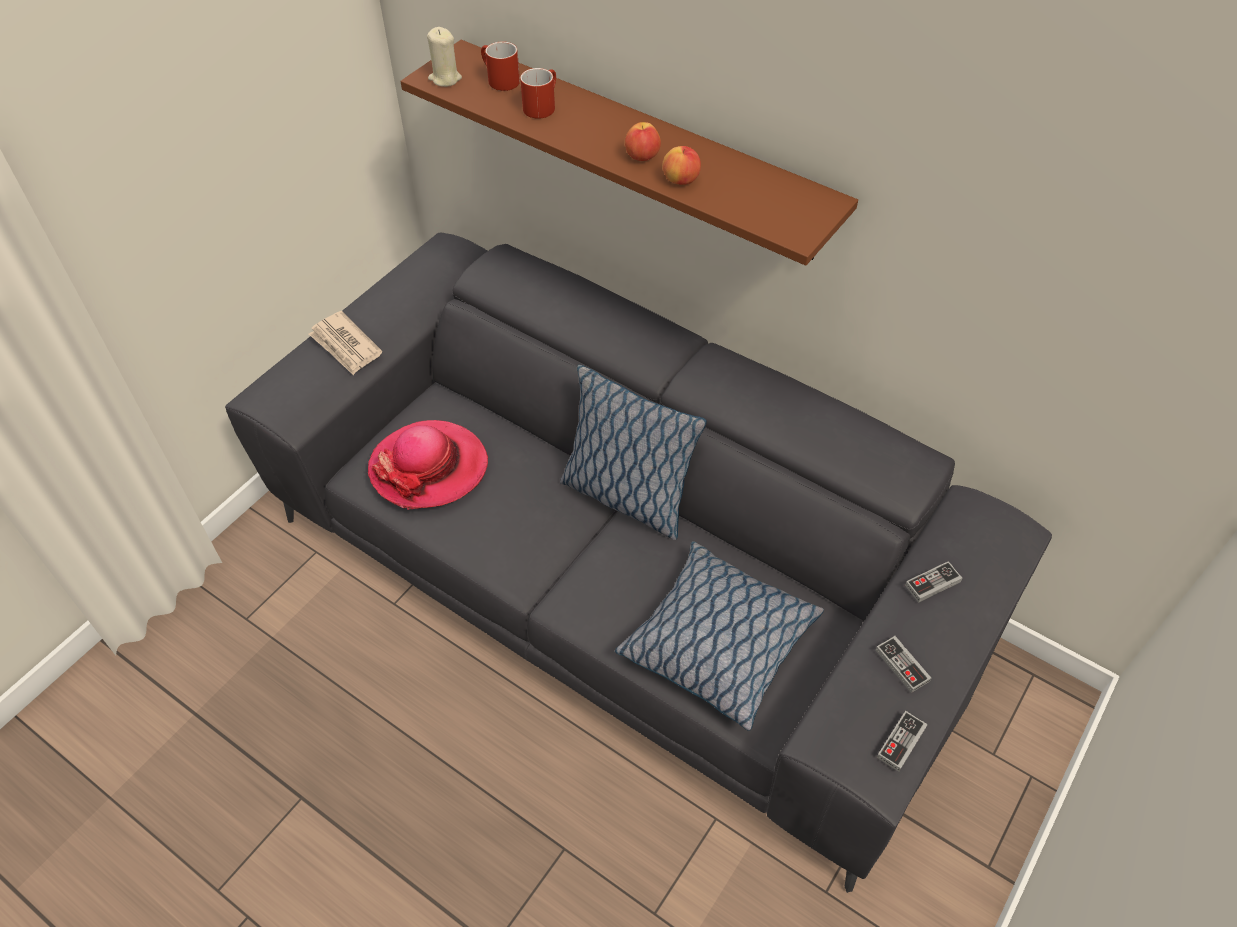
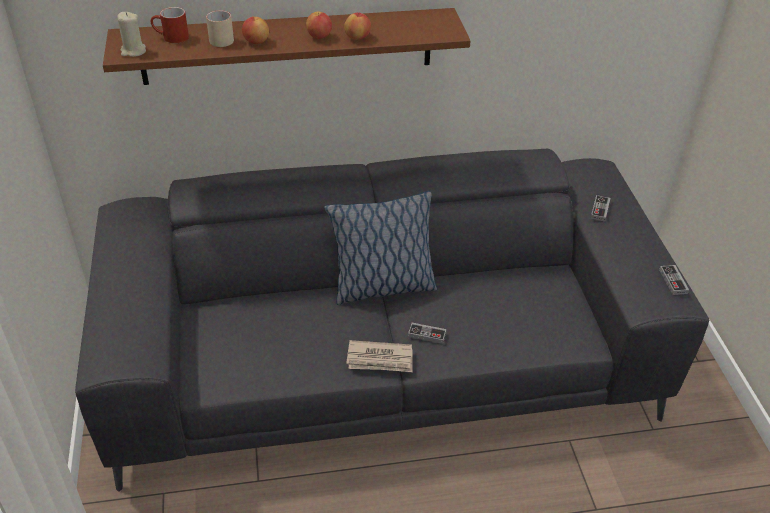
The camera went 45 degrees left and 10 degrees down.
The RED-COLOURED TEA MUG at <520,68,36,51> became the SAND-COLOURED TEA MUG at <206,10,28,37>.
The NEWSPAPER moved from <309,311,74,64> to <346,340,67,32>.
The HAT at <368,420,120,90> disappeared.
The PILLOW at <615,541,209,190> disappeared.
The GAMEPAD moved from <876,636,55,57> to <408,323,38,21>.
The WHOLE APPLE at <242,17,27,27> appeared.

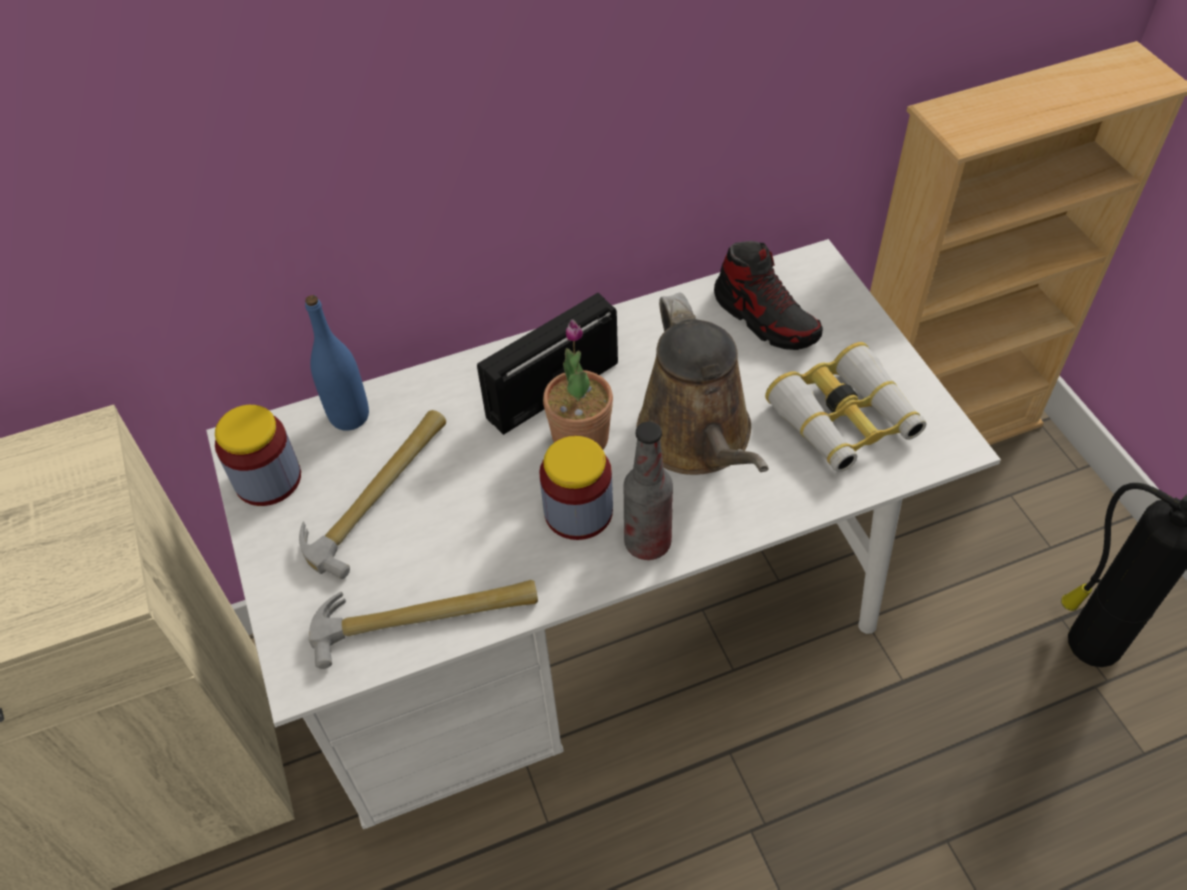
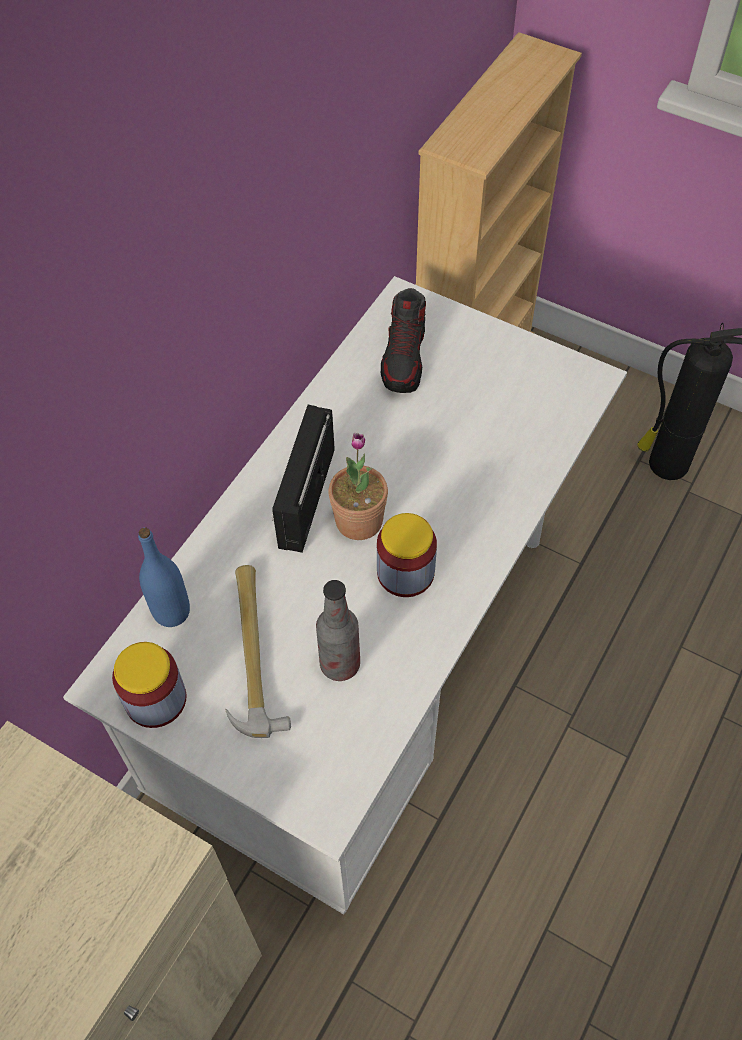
The camera went 40 degrees left and 5 degrees up.
The ITEM OF FOOTWEAR at <714,241,109,109> turned 90 degrees clockwise.
The BROWN SPRINKLING CAN at <636,292,133,183> disappeared.
The PAIR OF BINOCULARS at <765,342,162,130> disappeared.
The DRINK BOTTLE moved from <624,422,49,138> to <316,580,44,101>.
The HAMMER at <309,580,229,89> disappeared.

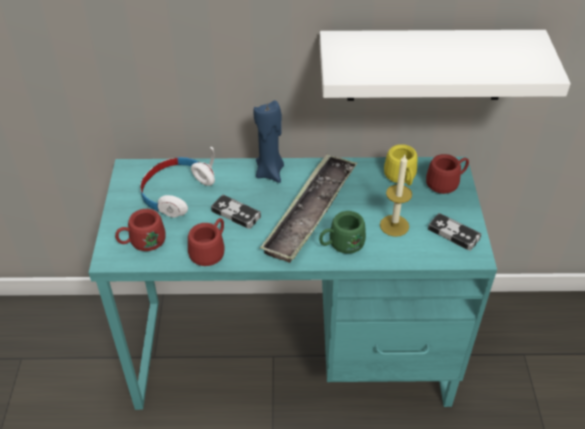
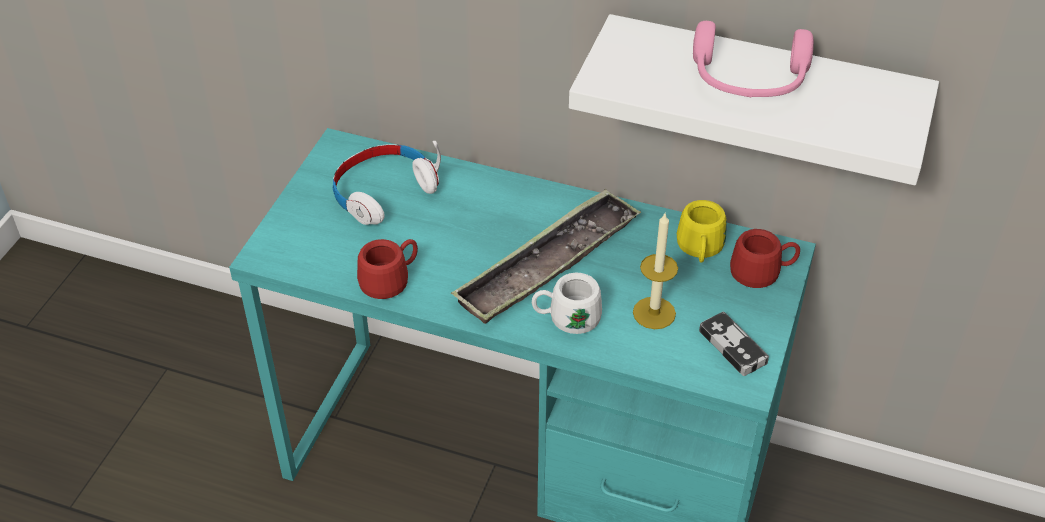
The camera went 20 degrees right and 0 degrees up.
The BLUE-COLOURED WAX CANDLE at <254,100,30,83> disappeared.
The GAMEPAD at <211,195,50,34> disappeared.
The RED-COLOURED TEA MUG at <115,209,51,42> disappeared.
The GREEN-COLOURED TEA MUG at <319,211,47,43> became the WHITE TEA MUG at <532,273,70,61>.
The PINK-COLOURED HEADSET at <693,21,121,76> appeared.

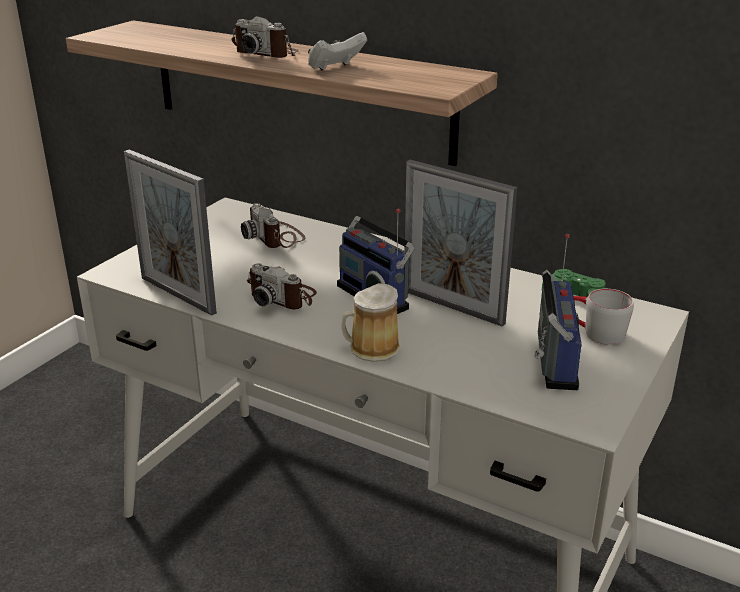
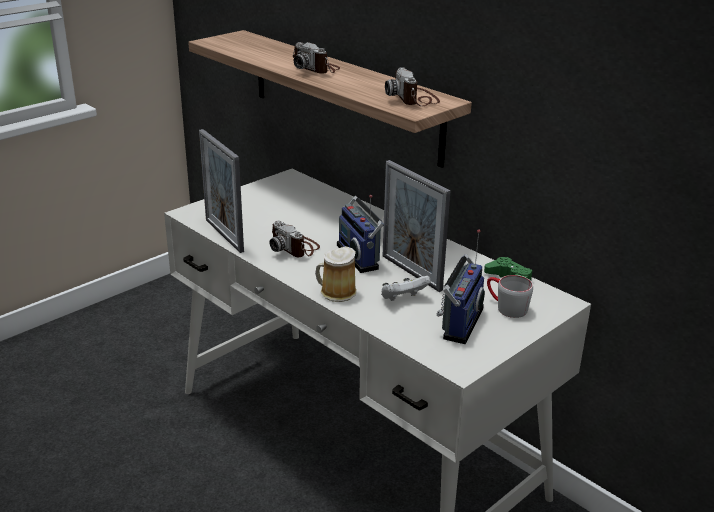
The camera went 15 degrees right and 0 degrees up.
The WHITE GAMEPAD moved from <308,32,59,39> to <381,276,50,25>.
The STILL CAMERA moved from <241,203,64,45> to <385,67,55,39>.

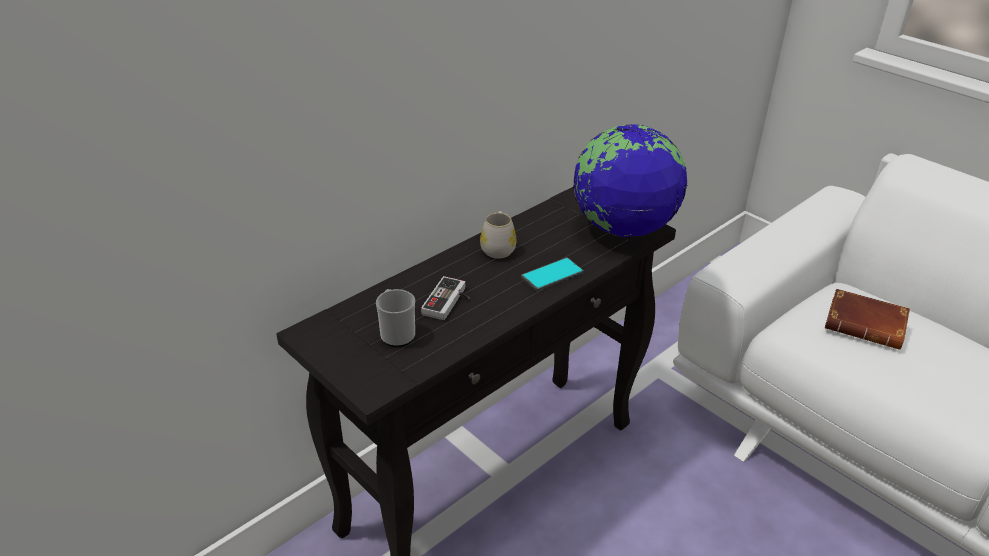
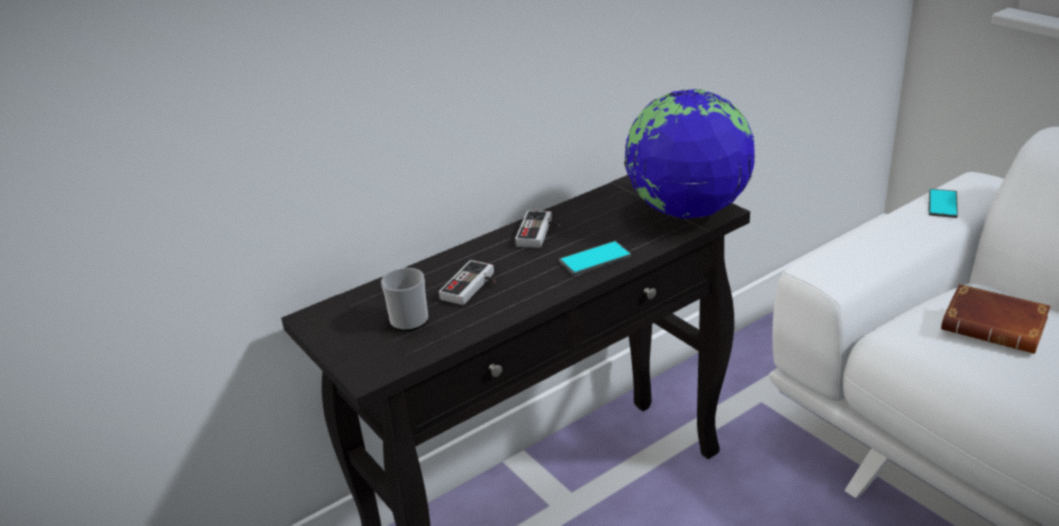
The camera went 10 degrees right and 5 degrees down.
The WHITE TEA MUG at <480,211,36,48> was replaced by the GAMEPAD at <515,211,46,37>.
The TELEPHONE at <928,189,30,29> appeared.

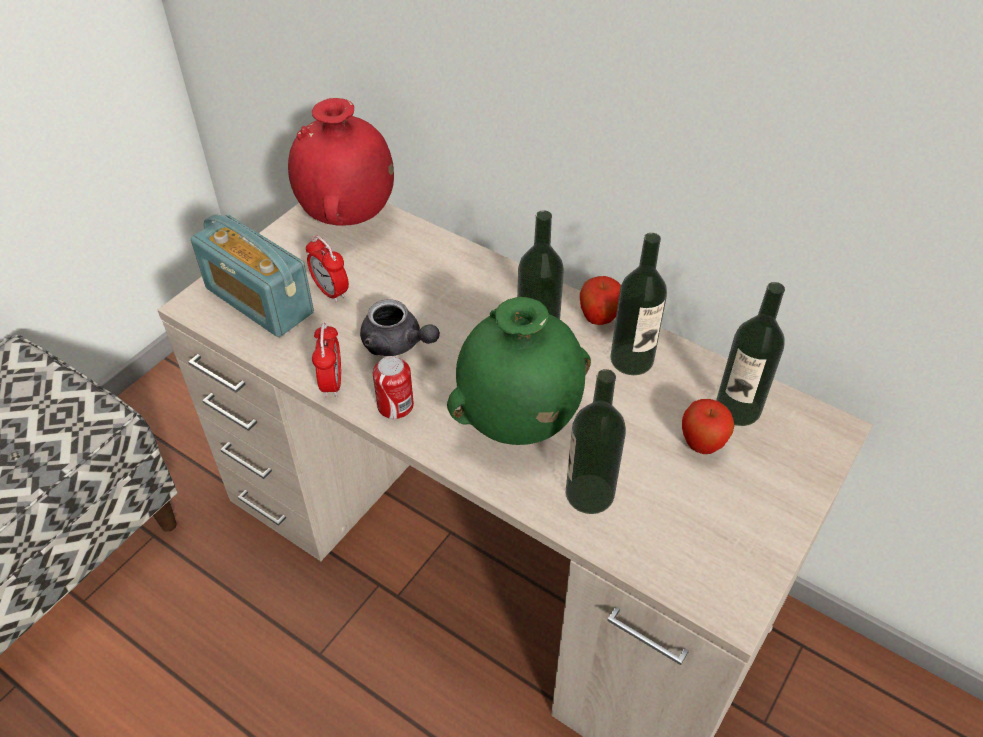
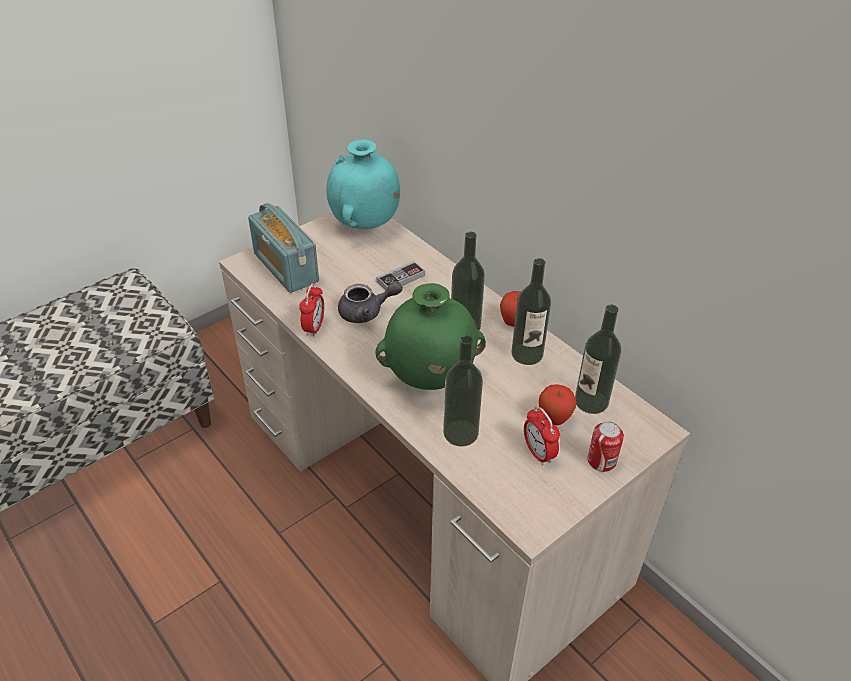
The camera went 15 degrees right and 5 degrees down.
The RED-COLOURED DECORATIVE VASE at <288,98,106,128> became the BLUE-GREEN DECORATIVE VASE at <327,139,73,90>.
The TABLE CLOCK moved from <306,235,43,68> to <524,407,36,58>.
The GREY TEA POT at <360,299,80,57> turned 60 degrees counterclockwise.
The CAN moved from <373,356,41,63> to <587,421,37,51>.
The GAMEPAD at <377,261,48,30> appeared.

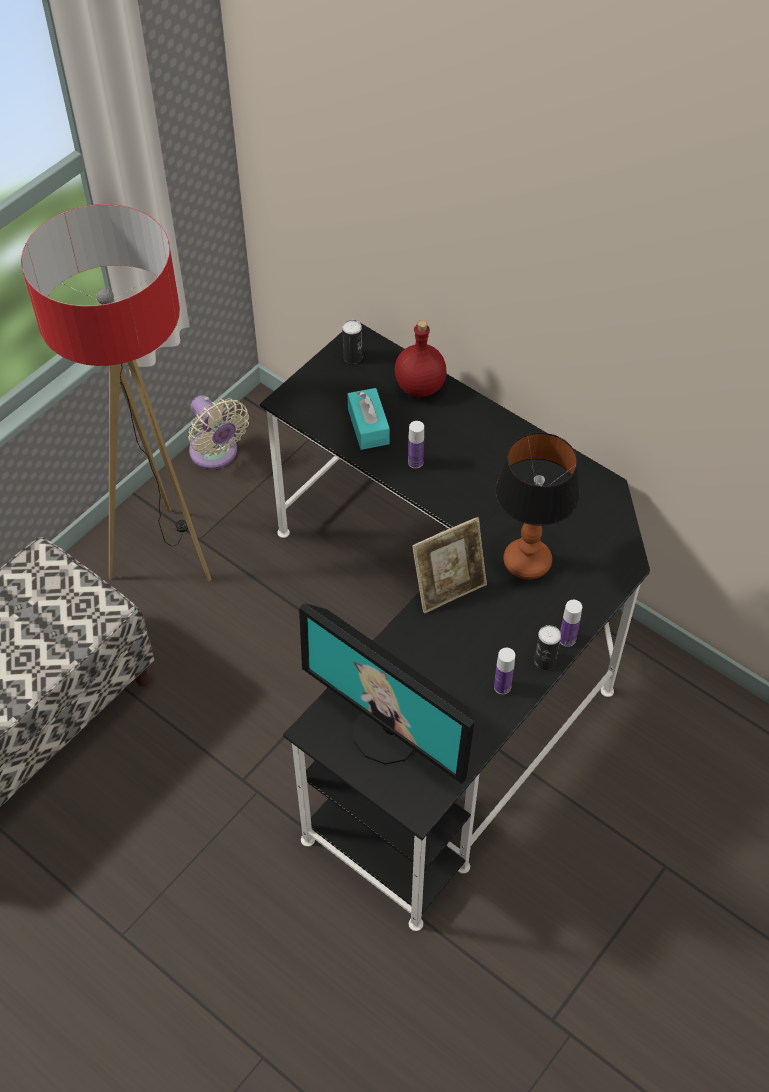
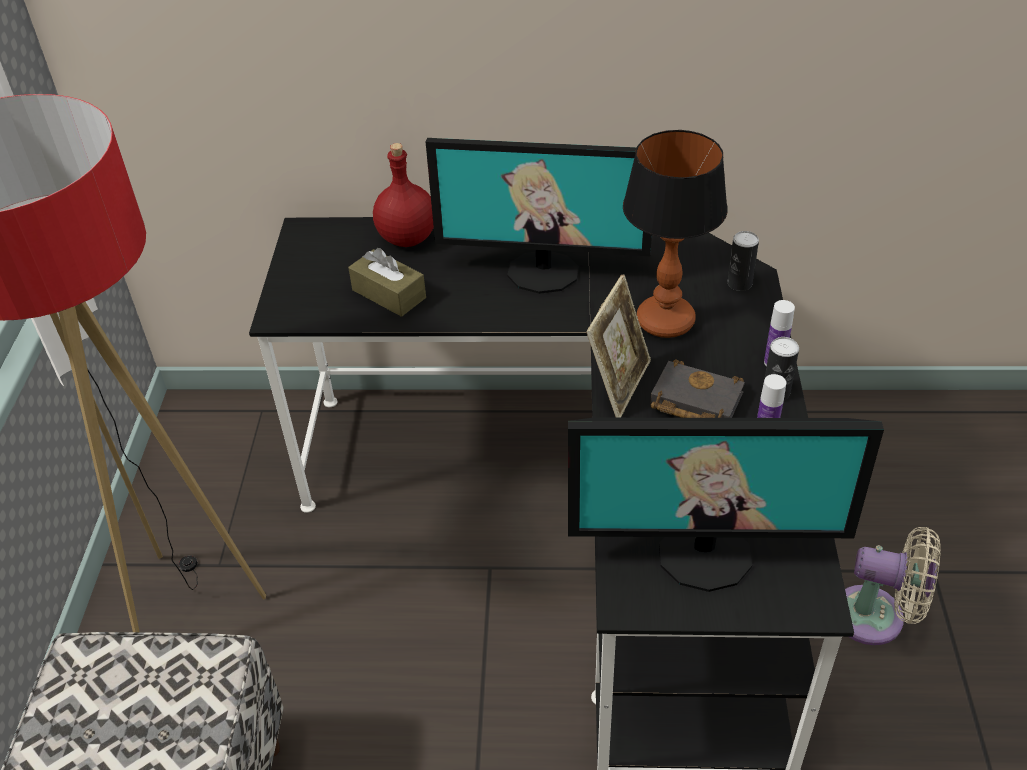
The camera went 35 degrees left and 10 degrees down.
The CAN moved from <342,320,20,44> to <727,231,32,60>.
The BLUE-GREEN BOX OF TISSUES at <347,388,43,62> became the BROWN BOX OF TISSUES at <348,248,78,69>.
The SAND-COLOURED FAN moved from <188,395,61,74> to <845,527,96,118>.
The DRINK BOTTLE at <408,421,16,48> disappeared.
The COMPUTER SCREEN at <426,138,226,156> appeared.
The BLACKISH BOOK at <650,359,95,59> appeared.

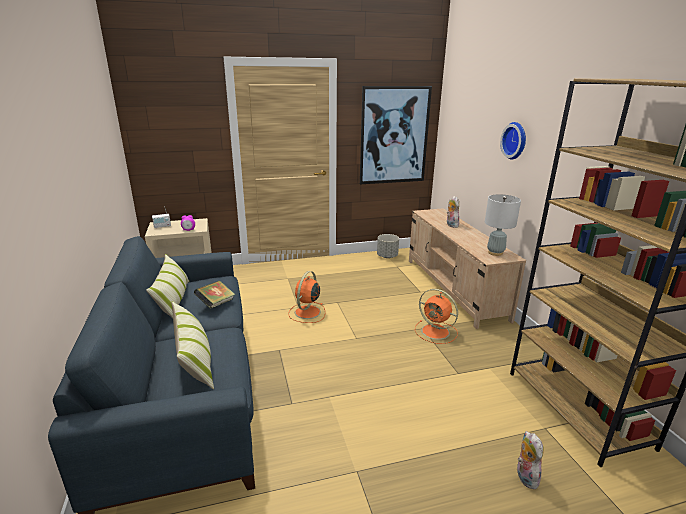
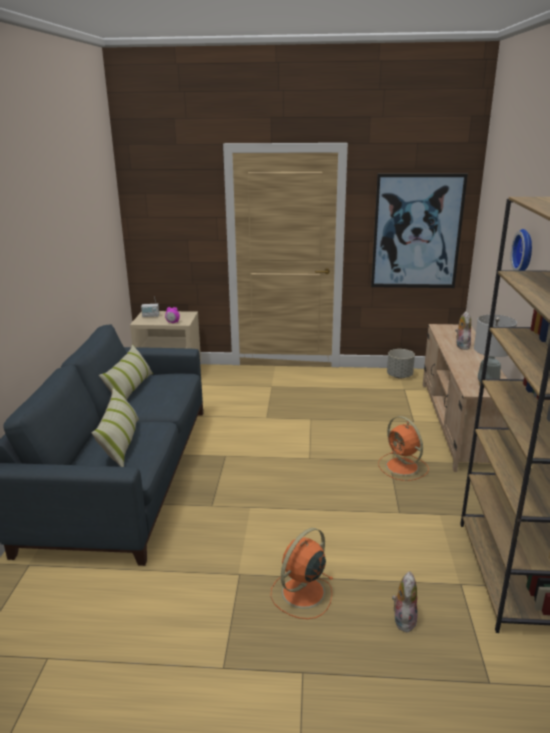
The camera went 20 degrees right and 0 degrees up.
The ORANGE FAN moved from <288,271,37,52> to <271,528,62,91>.
The BOOK at <194,280,41,29> disappeared.

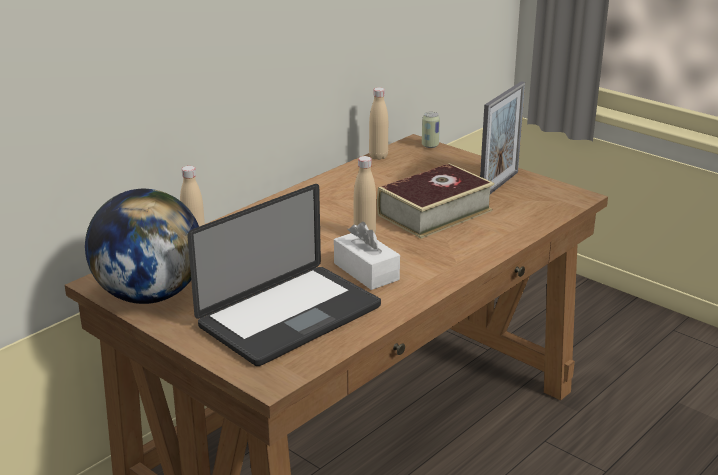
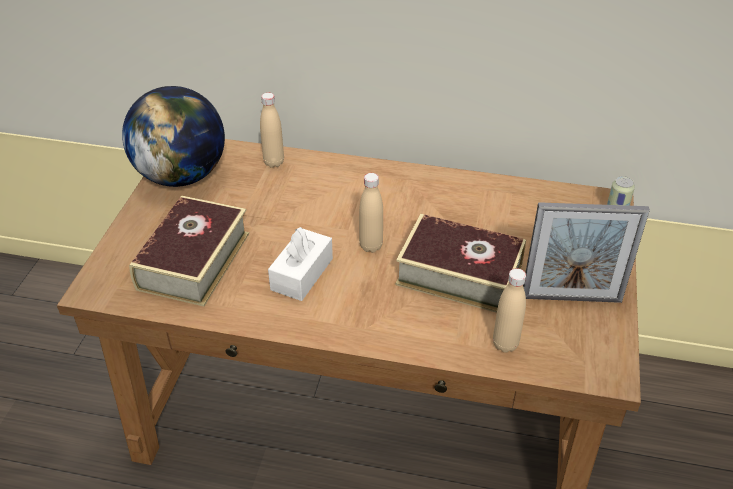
The camera went 60 degrees right and 15 degrees up.
The SAND-COLOURED DRINK BOTTLE moved from <369,87,19,73> to <493,268,33,85>.
The PORTABLE COMPUTER at <187,184,194,182> was replaced by the BOOK at <129,195,120,111>.

